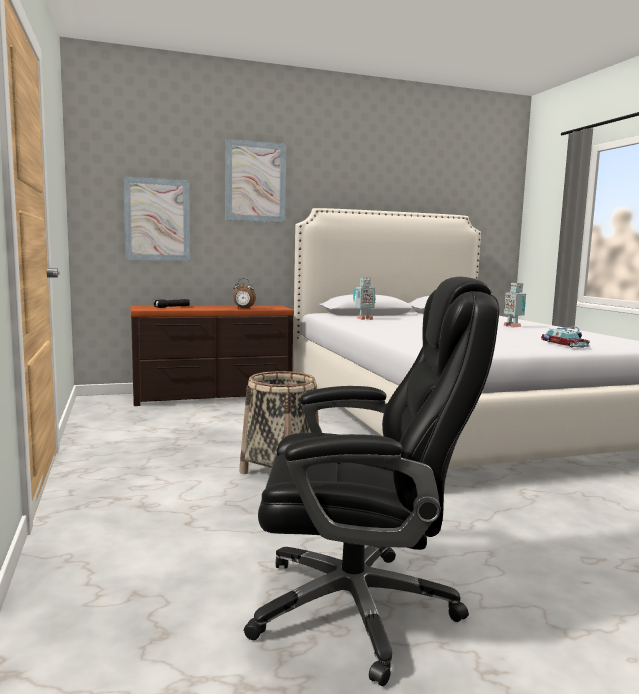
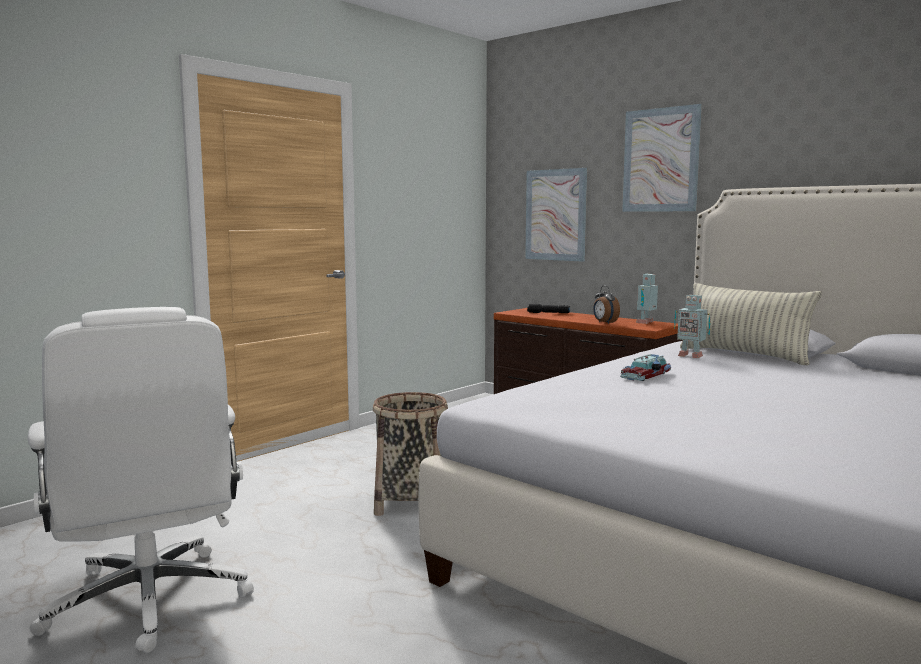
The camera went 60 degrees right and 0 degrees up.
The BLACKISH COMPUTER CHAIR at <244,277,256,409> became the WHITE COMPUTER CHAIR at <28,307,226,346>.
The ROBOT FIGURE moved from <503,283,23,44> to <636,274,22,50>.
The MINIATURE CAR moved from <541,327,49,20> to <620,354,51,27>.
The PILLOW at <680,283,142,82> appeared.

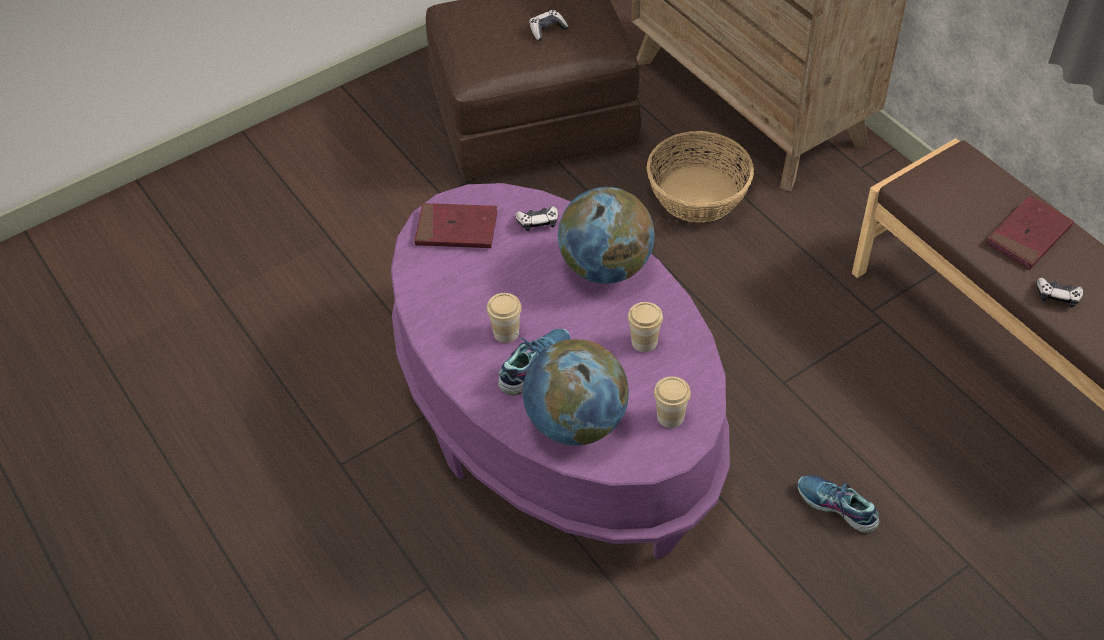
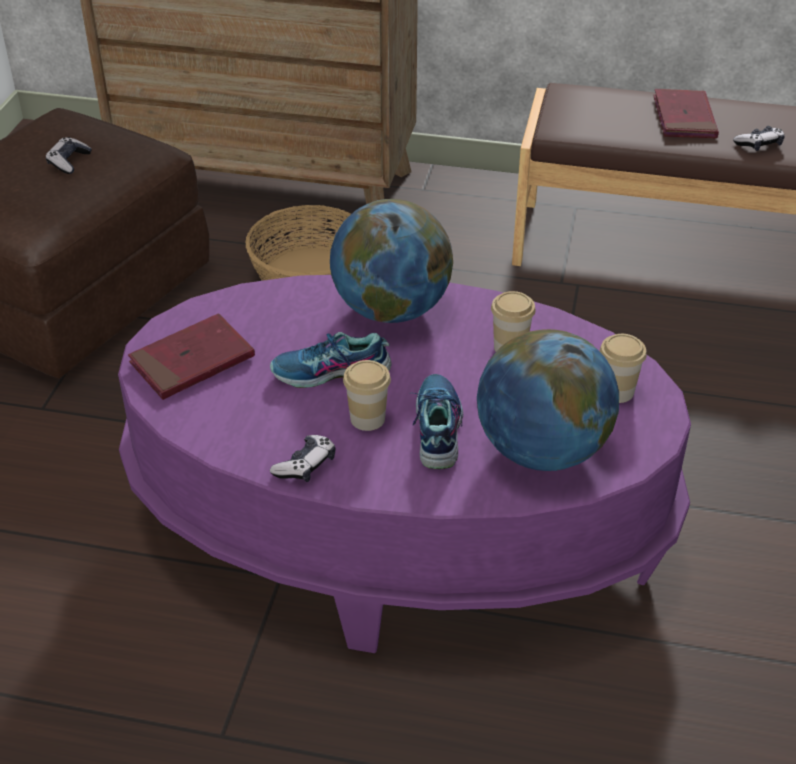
The camera went 45 degrees left and 10 degrees down.
The GAMEPAD moved from <515,206,43,25> to <270,435,66,47>.
The ITEM OF FOOTWEAR moved from <798,475,81,58> to <270,332,121,56>.

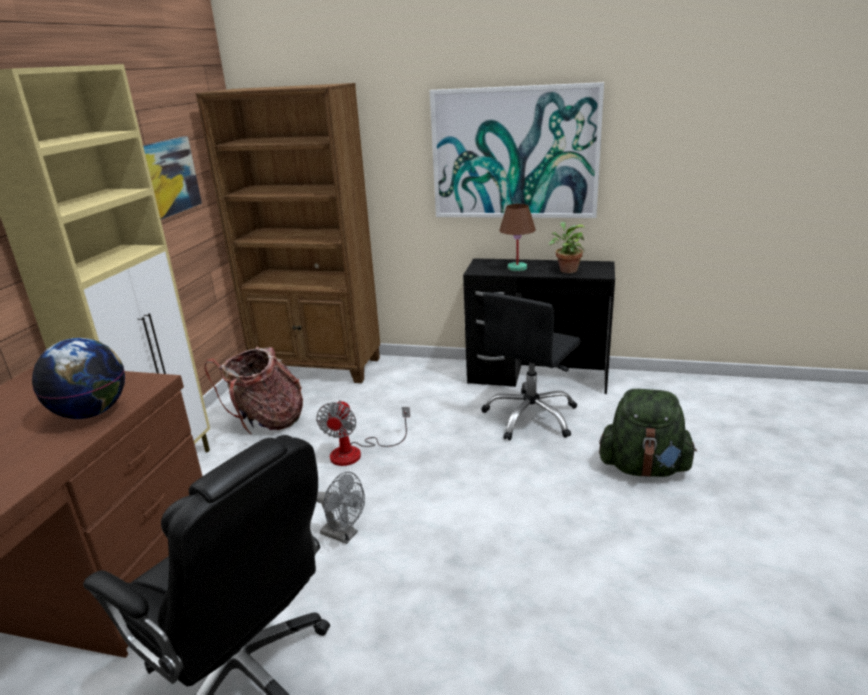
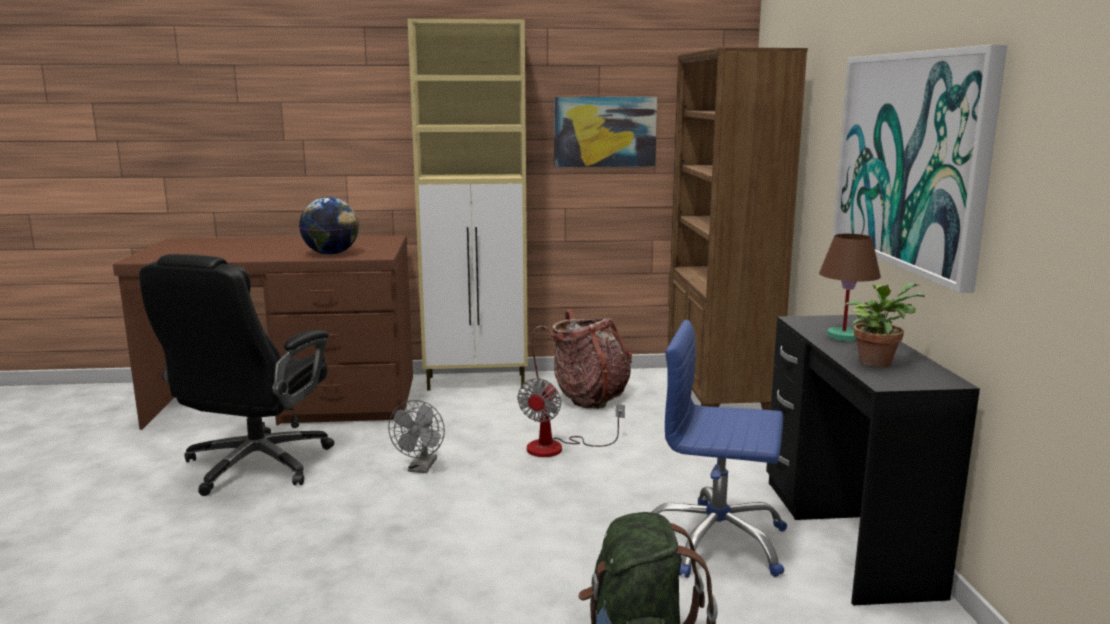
The camera went 70 degrees right and 10 degrees down.
The BLACKISH COMPUTER CHAIR at <481,292,100,149> became the BLUE-COLOURED COMPUTER CHAIR at <652,320,135,258>.
The FAN at <316,400,94,66> turned 60 degrees counterclockwise.

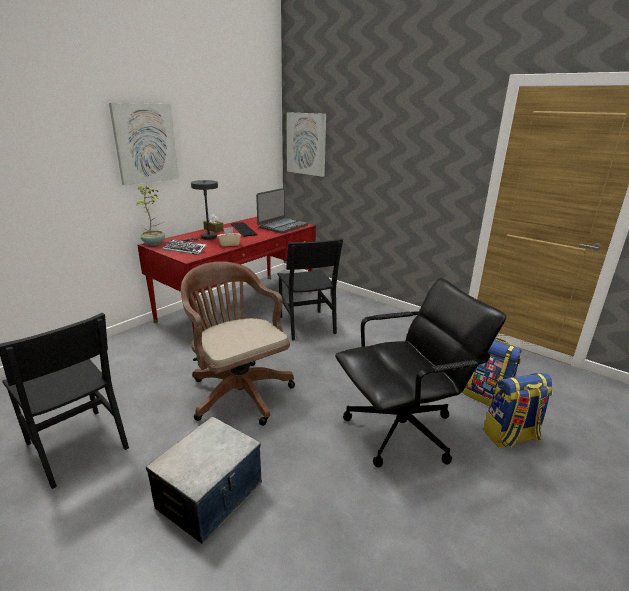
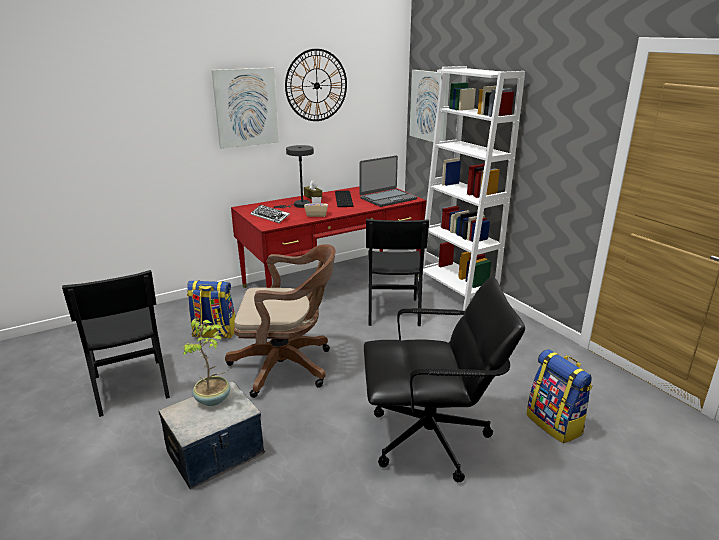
The camera went 20 degrees right and 0 degrees up.
The HOUSEPLANT moved from <134,185,31,60> to <182,318,48,88>.
The BROWN COMPUTER CHAIR at <181,261,114,165> turned 105 degrees clockwise.
The KNAPSACK moved from <483,373,70,74> to <187,280,48,59>.
The CLOCK ON THE WALL at <285,49,62,72> appeared.
The WHITE BOOKSHELF at <418,66,107,245> appeared.

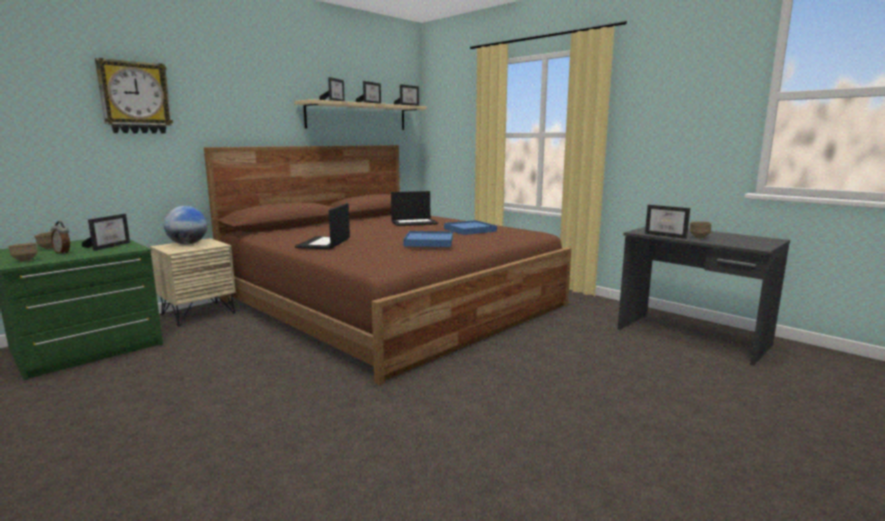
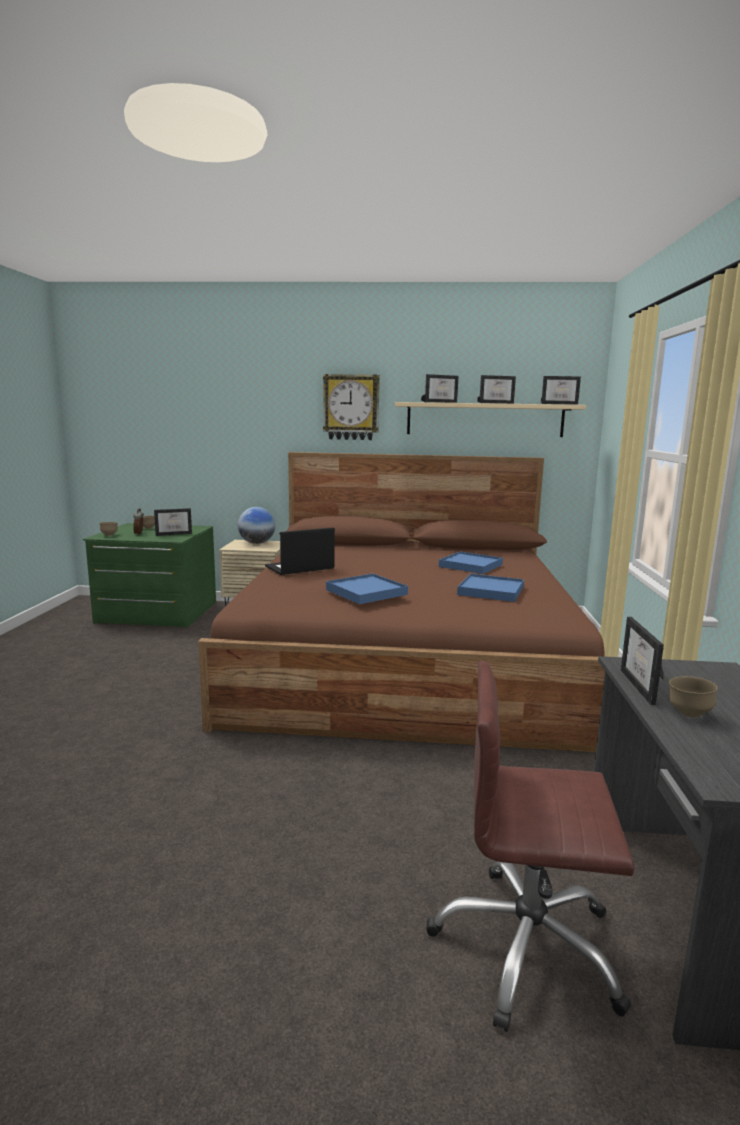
The camera went 50 degrees right and 0 degrees up.
The CLOCK ON THE WALL moved from <95,58,78,76> to <323,374,57,66>.
The PORTABLE COMPUTER at <391,191,47,35> was replaced by the BLUE-COLOURED TRAY at <439,551,64,23>.
The BROWN COMPUTER CHAIR at <426,661,209,371> appeared.

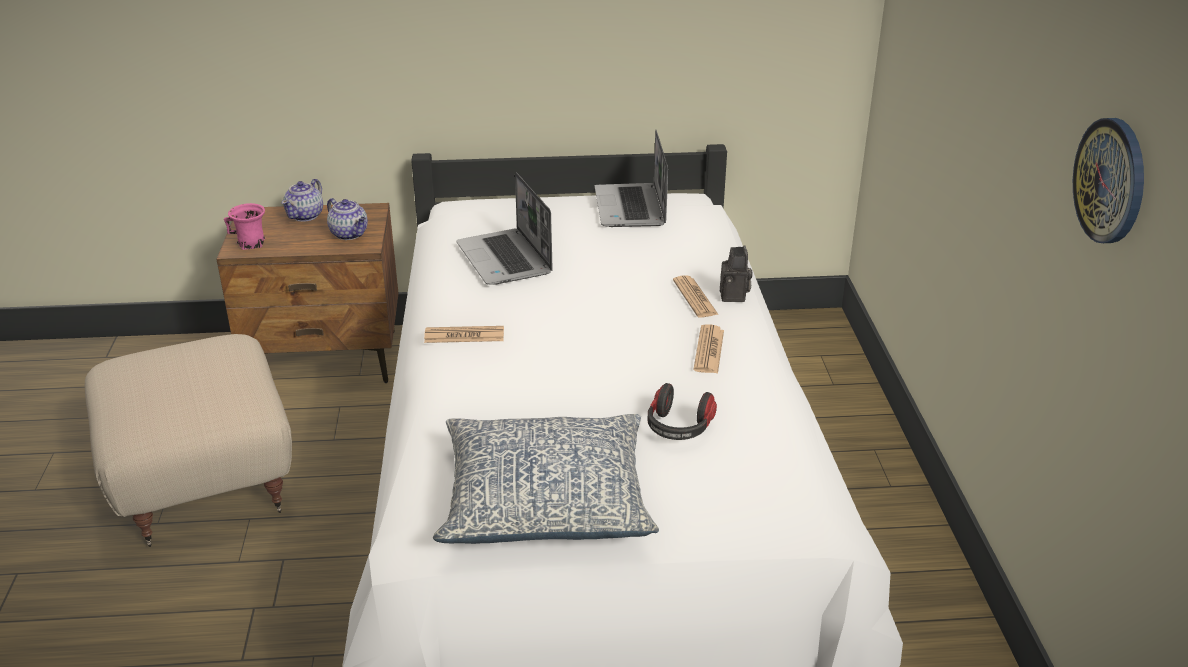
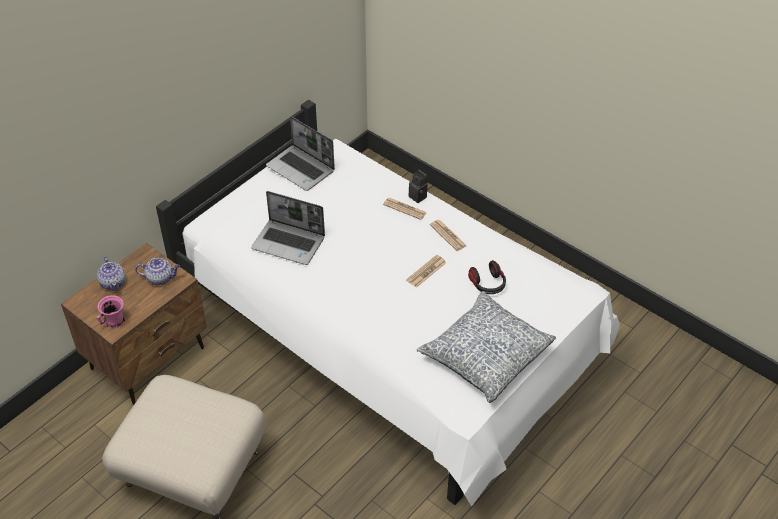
The camera went 45 degrees left and 15 degrees up.
The CLOCK ON THE WALL at <1073,118,71,125> disappeared.
The NEWSPAPER moved from <424,326,80,17> to <406,255,40,33>.

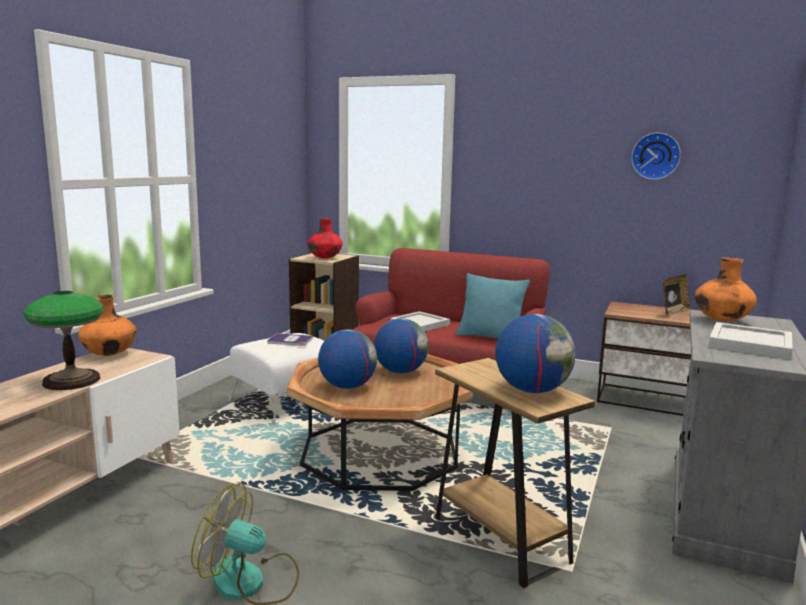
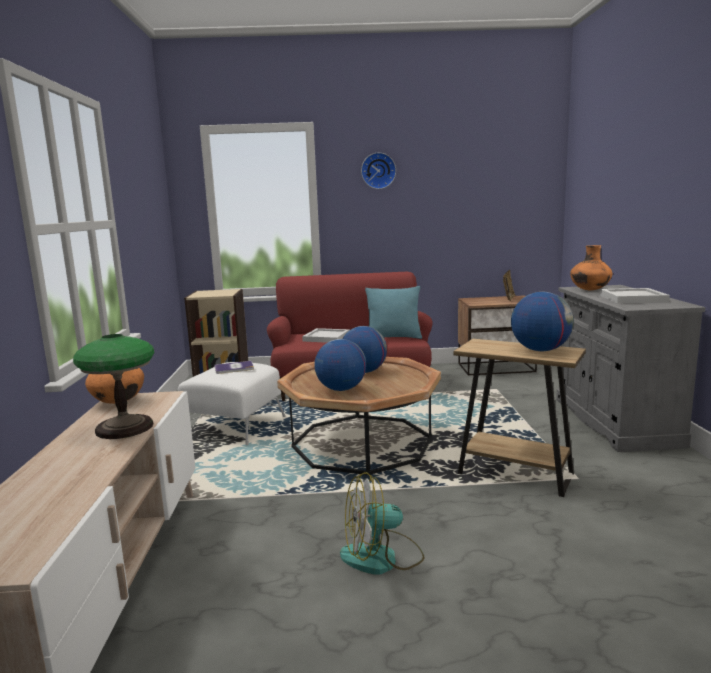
The camera went 25 degrees left and 0 degrees up.
The CLOCK ON THE WALL moved from <631,133,50,47> to <361,152,35,37>.
The RED-COLOURED DECORATIVE VASE at <308,218,35,41> disappeared.

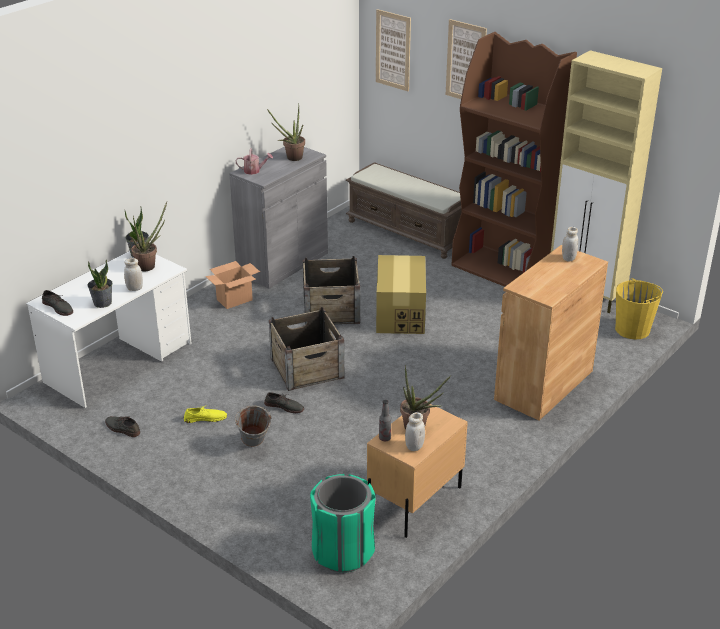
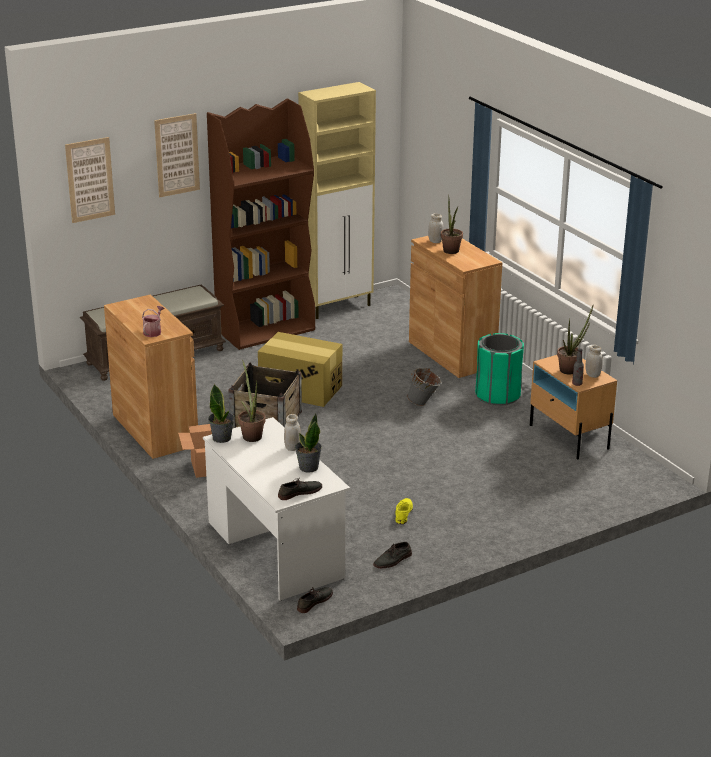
The camera went 70 degrees left and 5 degrees down.
The HOUSEPLANT moved from <267,105,38,56> to <441,197,22,57>.
The GREY CABINET at <229,147,99,141> became the BROWN CABINET at <104,294,94,165>.
The YELLOWISH PAIL at <615,278,48,62> disappeared.
The CRATE at <269,307,75,84> disappeared.
The GREY ITEM OF FOOTWEAR moved from <264,392,40,21> to <297,587,36,26>.
The GREY PAIL moved from <235,405,37,42> to <407,368,34,38>.
The GREEN-COLOURED TRASH CAN moved from <310,474,66,98> to <475,333,49,72>.

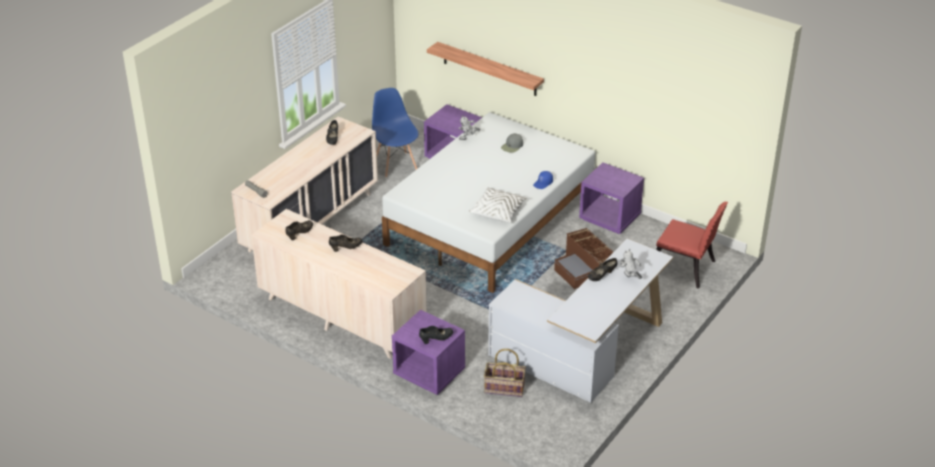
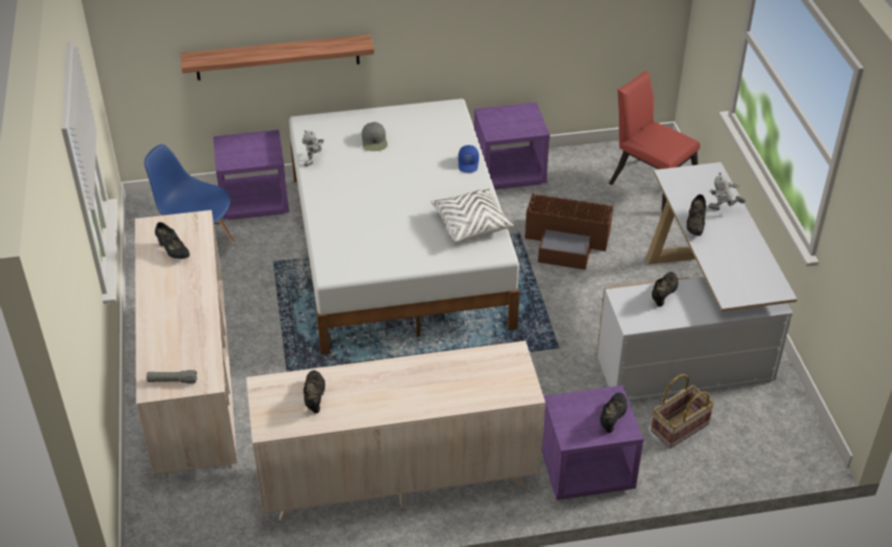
The camera went 45 degrees left and 5 degrees up.
The RED-COLOURED CHAIR at <656,202,72,87> turned 120 degrees counterclockwise.
The BLACKISH ITEM OF FOOTWEAR moved from <329,235,34,17> to <652,272,26,35>.

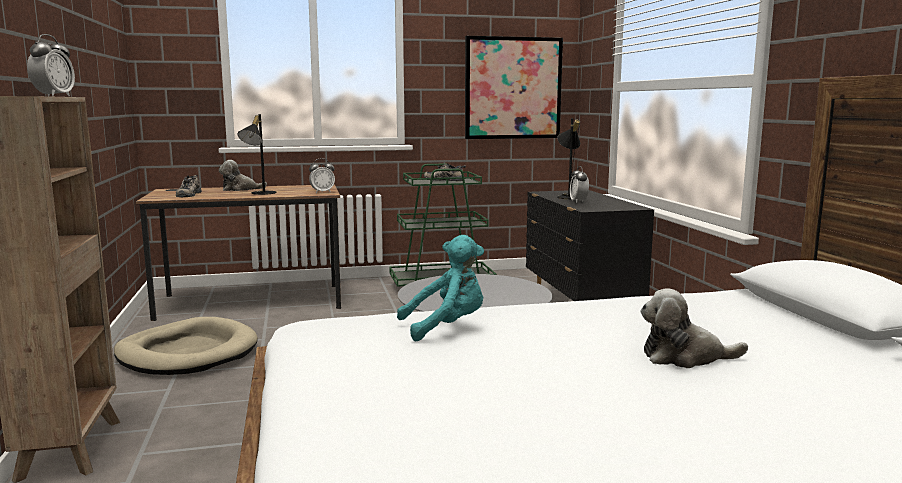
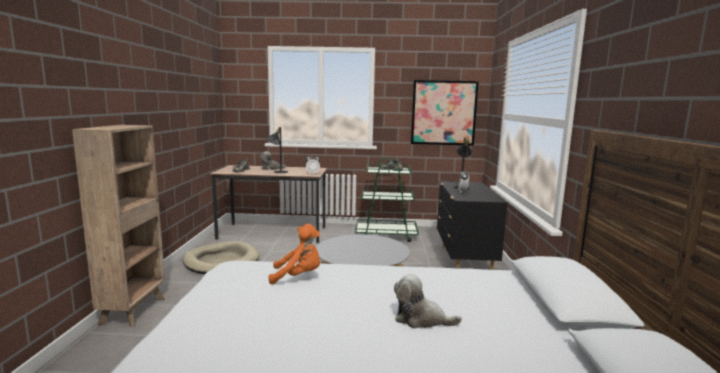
The camera went 15 degrees right and 0 degrees up.
The TABLE CLOCK at <27,34,48,62> disappeared.
The BLUE-GREEN SOFT TOY at <397,235,87,107> became the ORANGE SOFT TOY at <269,224,51,61>.

